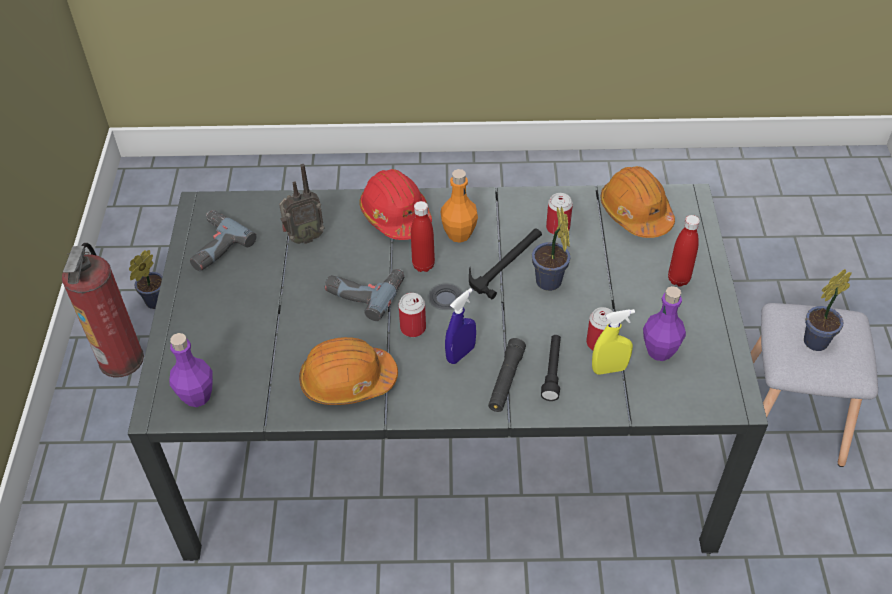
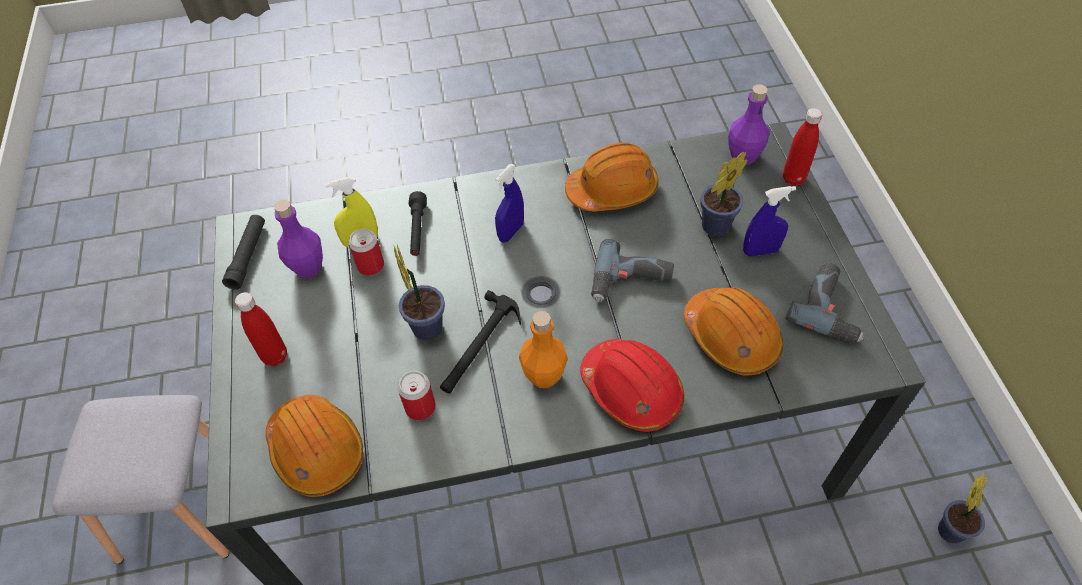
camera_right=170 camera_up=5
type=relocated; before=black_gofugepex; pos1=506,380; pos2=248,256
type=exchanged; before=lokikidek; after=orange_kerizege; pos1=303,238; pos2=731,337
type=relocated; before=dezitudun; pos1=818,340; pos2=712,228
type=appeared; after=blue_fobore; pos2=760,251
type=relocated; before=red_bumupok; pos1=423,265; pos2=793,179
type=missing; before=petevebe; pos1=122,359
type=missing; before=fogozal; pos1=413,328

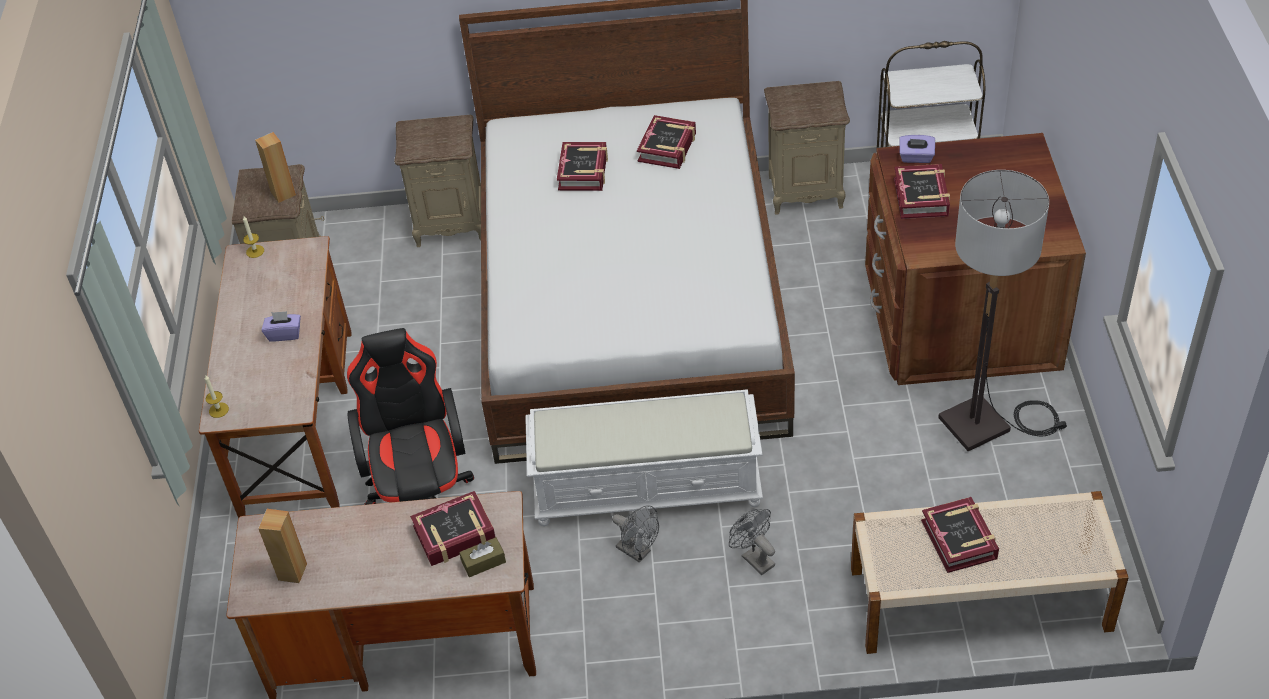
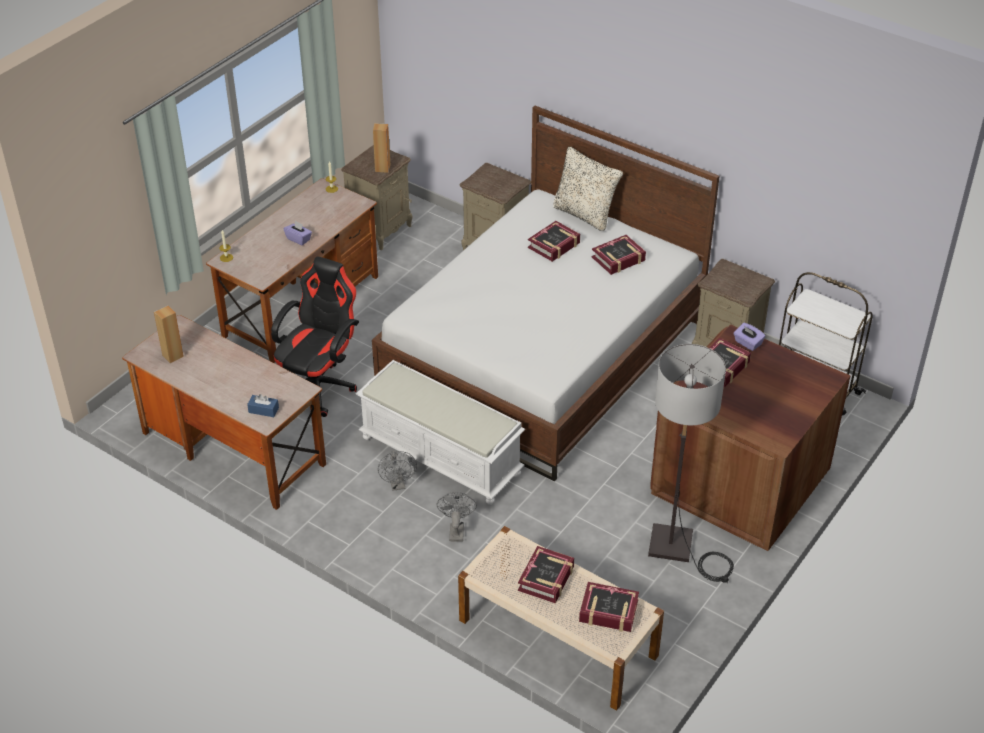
camera_right=35 camera_up=-5
type=colour; before=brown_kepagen; after=blue_kepagen; pos1=483,562; pos2=263,410
type=appeared; after=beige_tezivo; pos2=584,216
type=relocated; before=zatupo; pos1=455,534; pos2=608,611

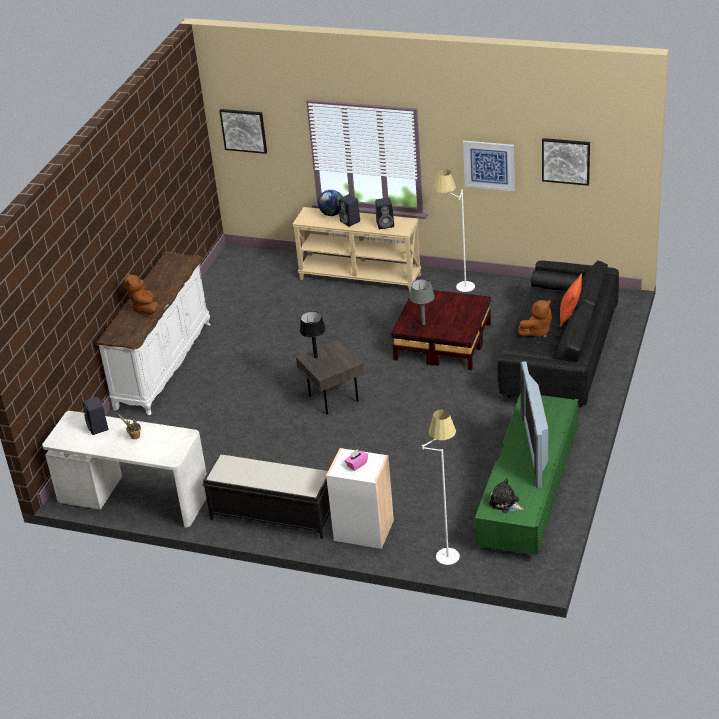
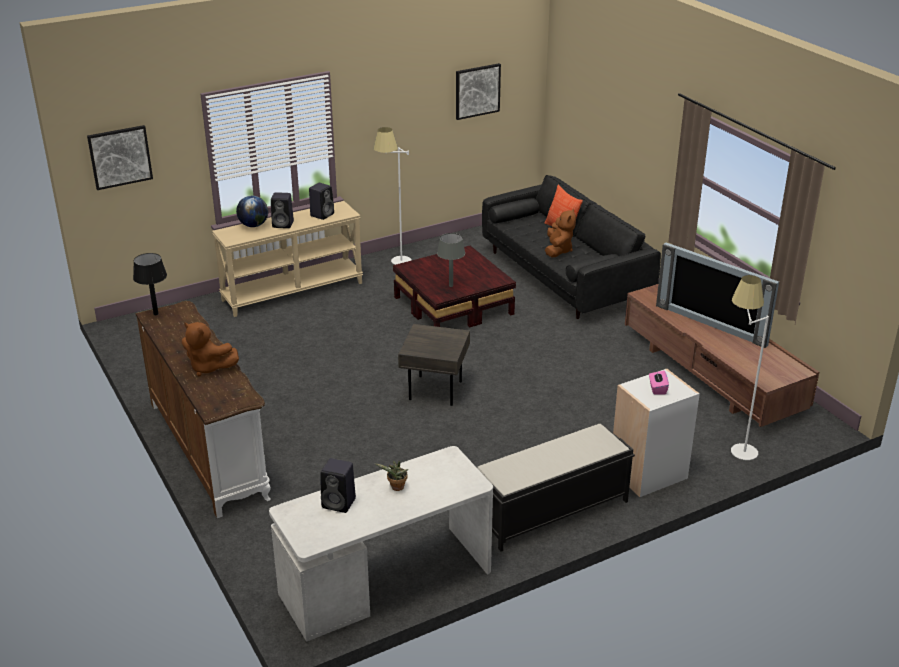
camera_right=-50 camera_up=-5
type=relocated; before=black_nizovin; pos1=315,357; pos2=155,314
type=colour; before=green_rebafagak; after=brown_rebafagak; pos1=529,491; pos2=712,373
type=missing; before=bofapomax; pos1=489,165
type=missing; before=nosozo; pos1=505,503

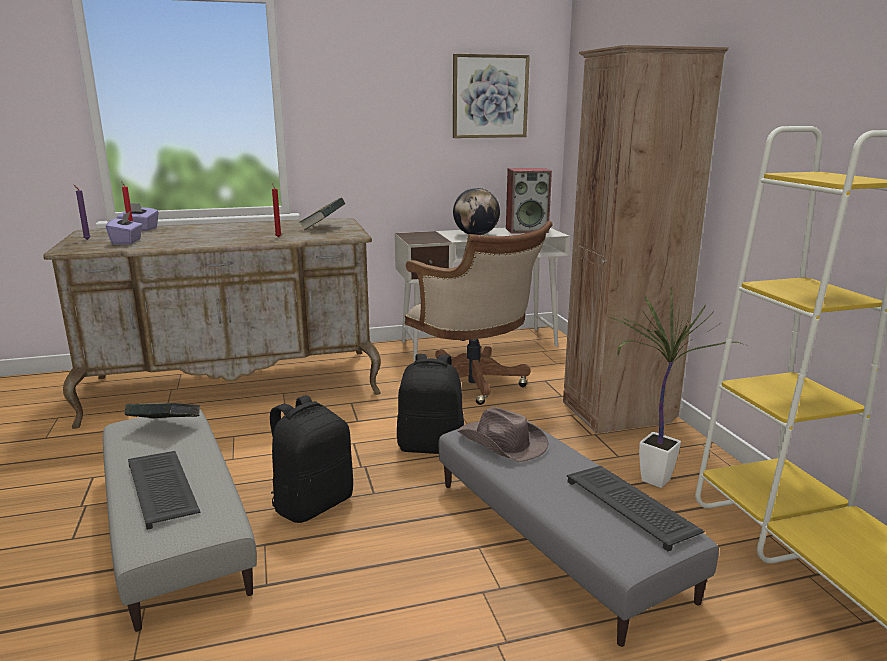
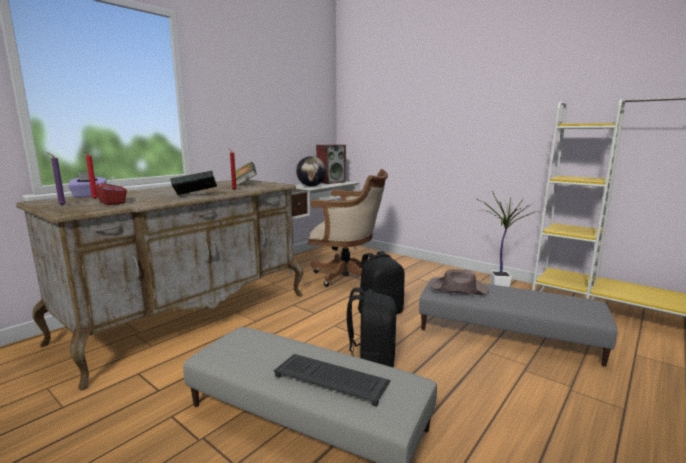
camera_right=-35 camera_up=-5
type=colour; before=purple_kepagen; after=red_kepagen; pos1=127,242; pos2=113,202
type=relocated; before=zatupo; pos1=165,427; pos2=195,196
type=missing; before=bofapomax; pos1=490,96
type=missing; before=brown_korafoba; pos1=618,413
type=missing; before=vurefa; pos1=632,507

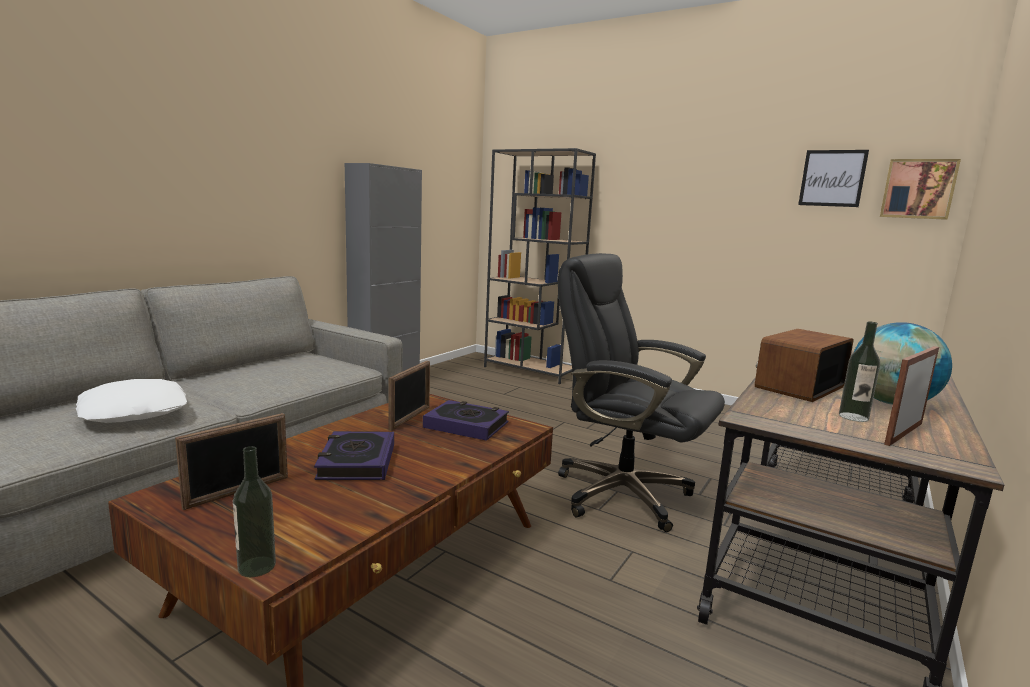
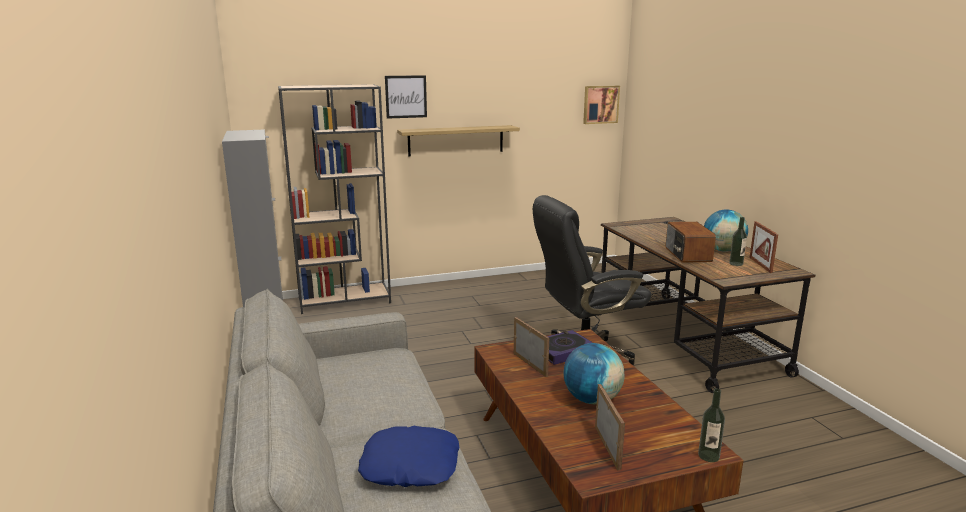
camera_right=-50 camera_up=5
type=colour; before=white_tezivo; after=blue_tezivo; pos1=135,411; pos2=410,465
type=relocated; before=bofapomax; pos1=832,178; pos2=406,96
type=appeared; after=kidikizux; pos2=456,140
type=exchanged; before=zatupo; after=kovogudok; pos1=356,462; pos2=592,400

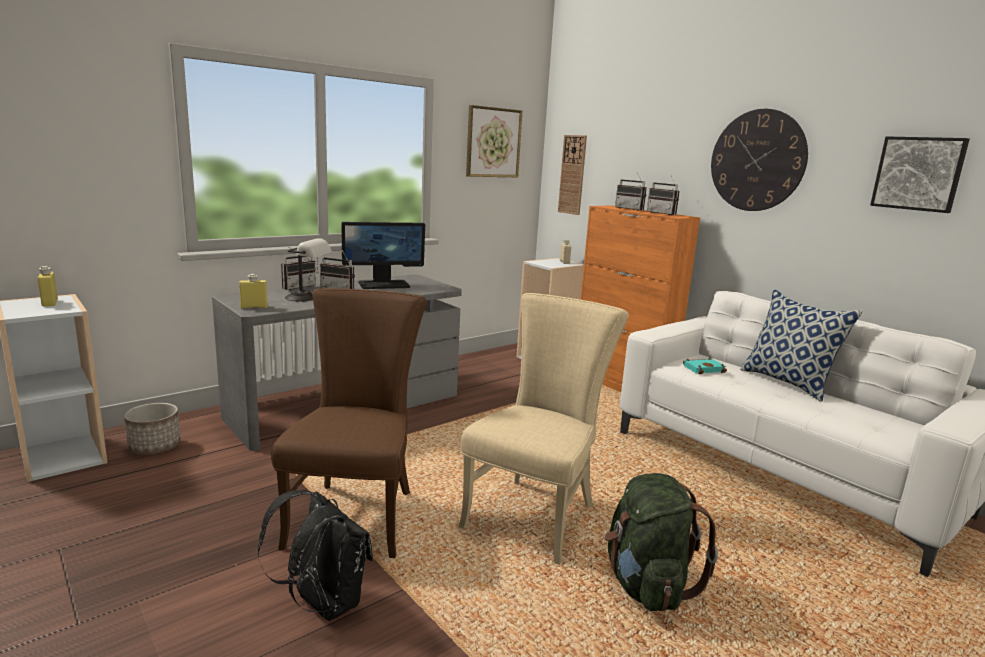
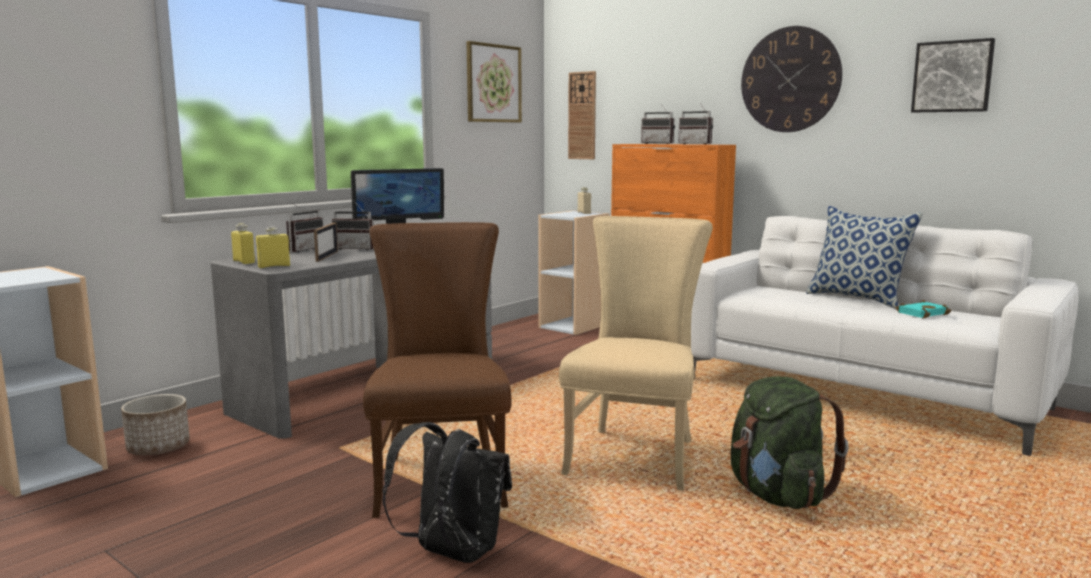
camera_right=-10 camera_up=-5
type=relocated; before=yellow_bumupok; pos1=50,303; pos2=244,262
type=exchanged; before=nizovin; after=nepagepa; pos1=308,298; pos2=327,256
type=relocated; before=turquoise_zatupo; pos1=703,369; pos2=921,313

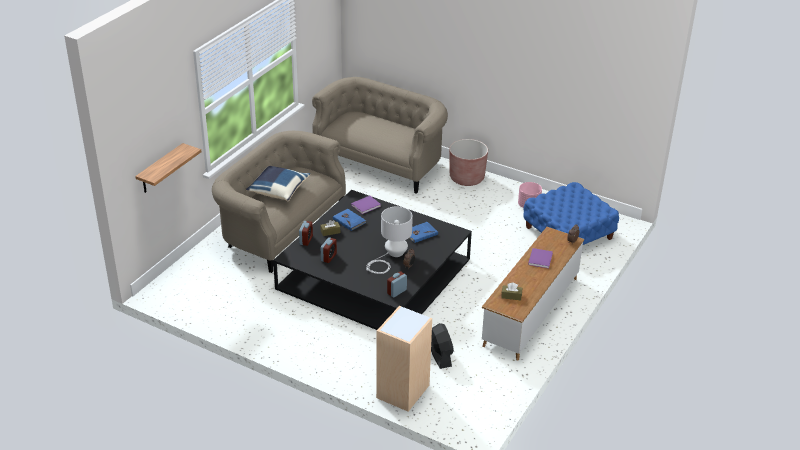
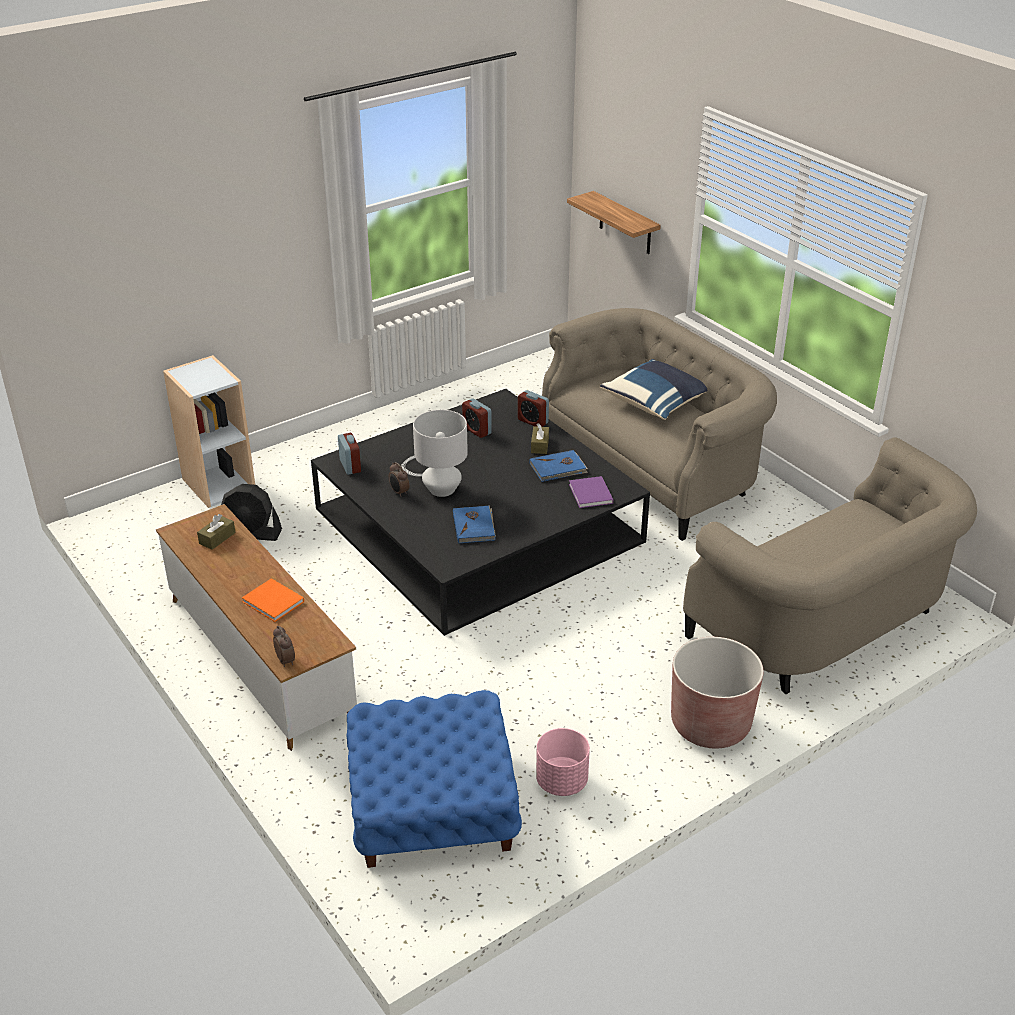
camera_right=115 camera_up=0
type=colour; before=purple_zatupo; after=orange_zatupo; pos1=540,258; pos2=274,602

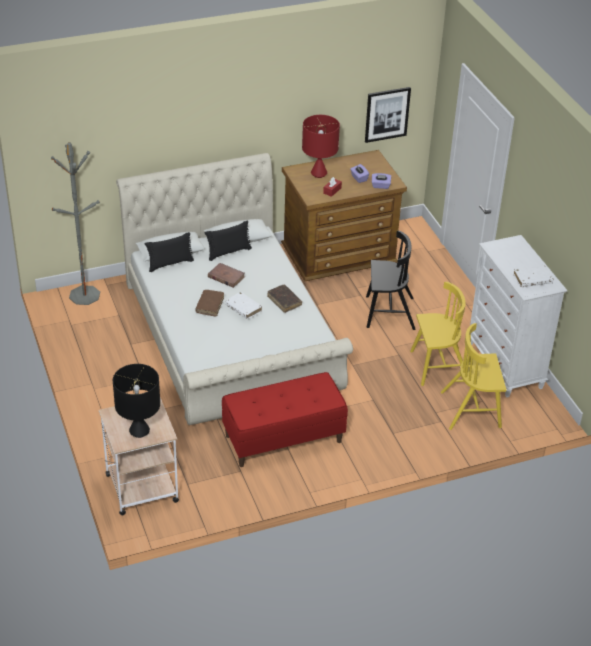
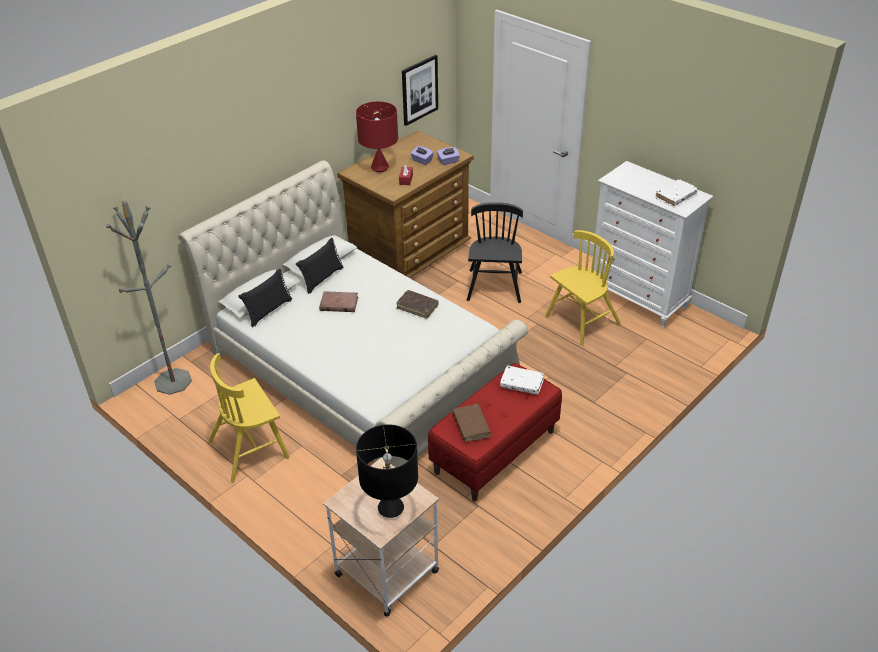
camera_right=-25 camera_up=0
type=relocated; before=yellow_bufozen; pos1=474,409; pos2=253,447
type=relocated; before=brown_zatupo; pos1=210,305; pos2=471,426
type=spun; before=black_bufozen; pos1=386,312; pos2=494,288; turn=-60
type=relocated; before=white_zatupo; pos1=243,308; pos2=521,384

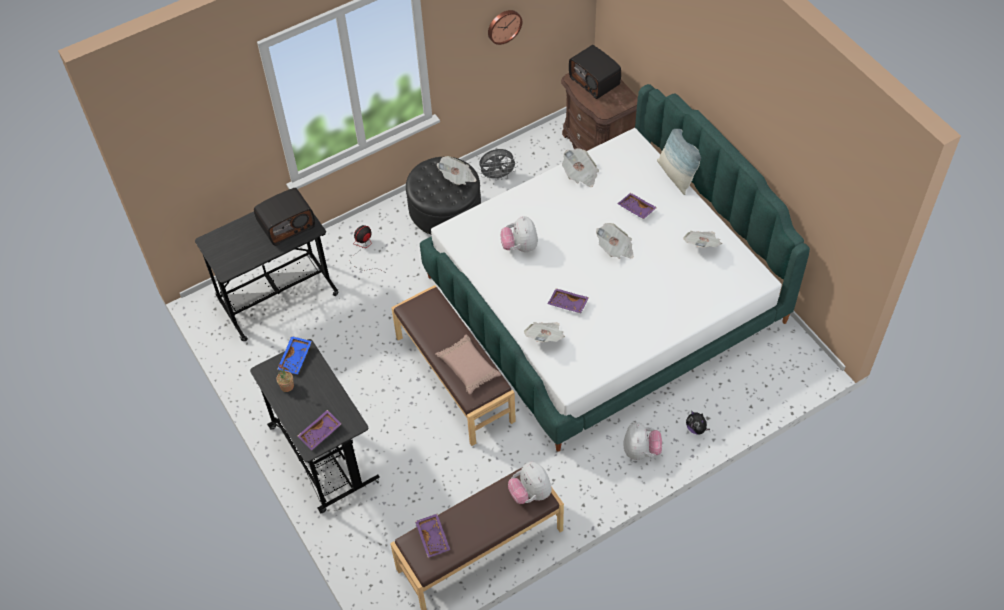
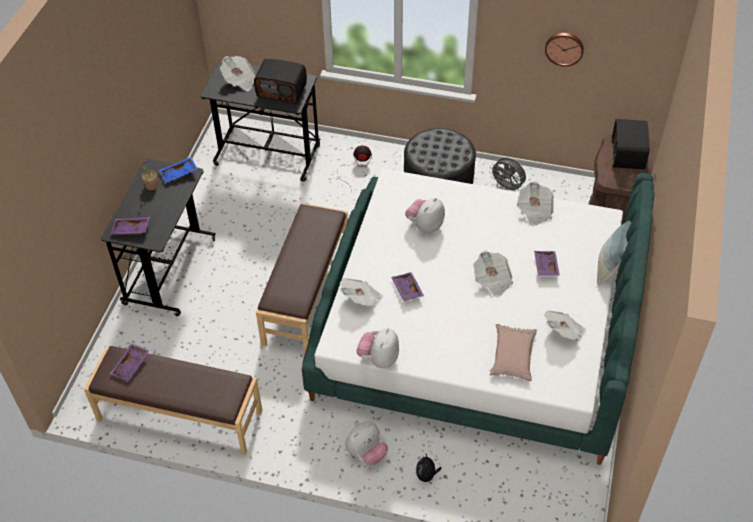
camera_right=45 camera_up=-5
type=relocated; before=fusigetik; pos1=457,178; pos2=240,81
type=relocated; before=nosozo; pos1=530,493; pos2=379,358
type=relocated; before=beige_tezivo; pos1=468,367; pos2=512,355

